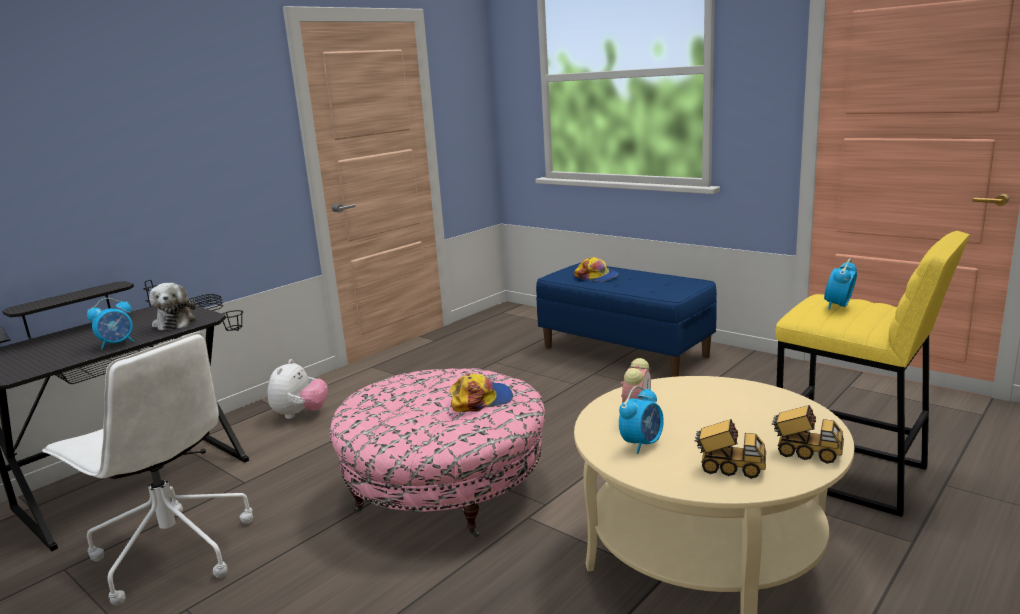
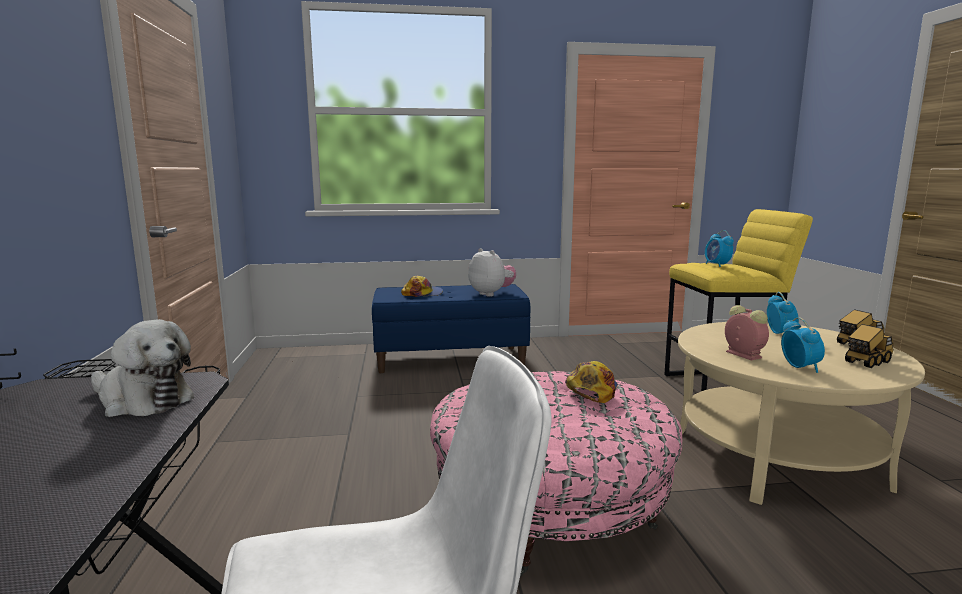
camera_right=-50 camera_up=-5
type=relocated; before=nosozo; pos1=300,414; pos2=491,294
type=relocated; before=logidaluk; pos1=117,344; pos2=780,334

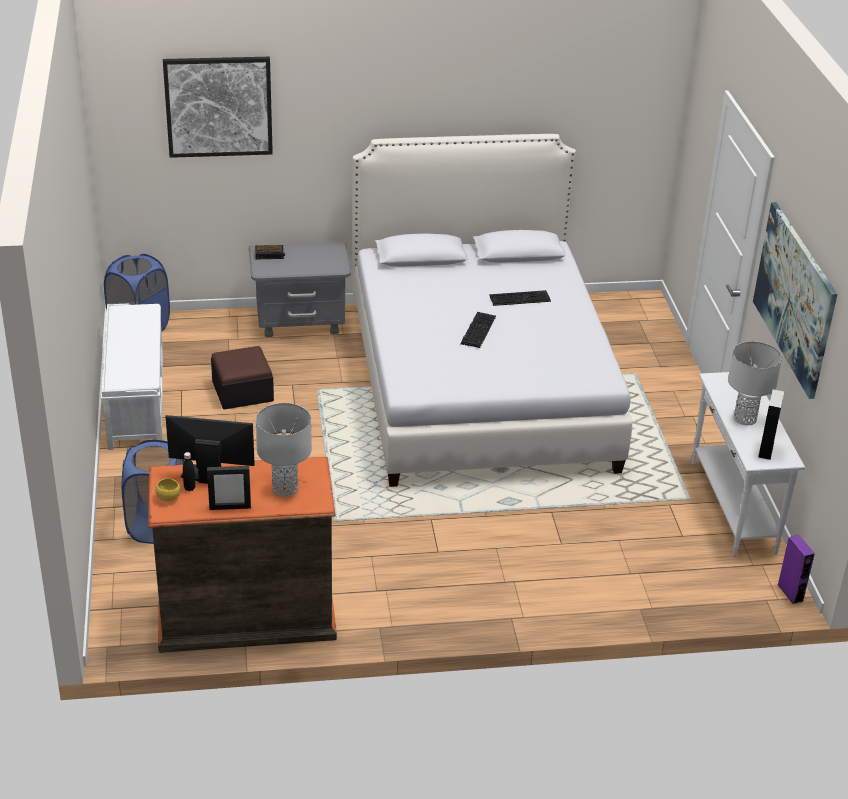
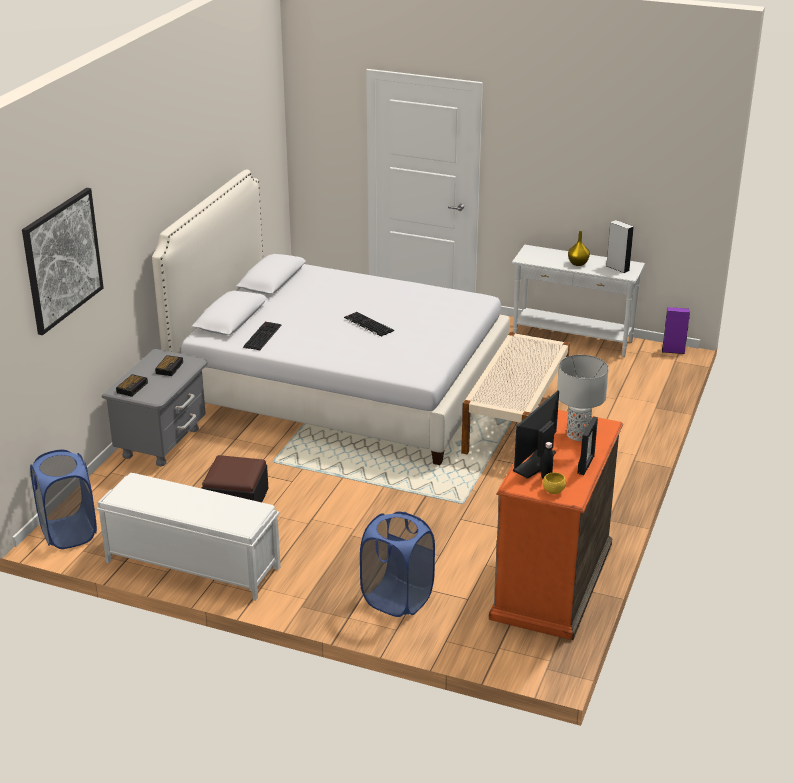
camera_right=-60 camera_up=-5
type=appeared; after=logidaluk; pos2=169,367
type=relocated; before=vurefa; pos1=520,298; pos2=262,336
type=appeared; after=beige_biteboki; pos2=515,421
type=exchanged; before=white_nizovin; after=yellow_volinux; pos1=744,418; pos2=577,263
type=missing; before=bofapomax; pos1=794,298

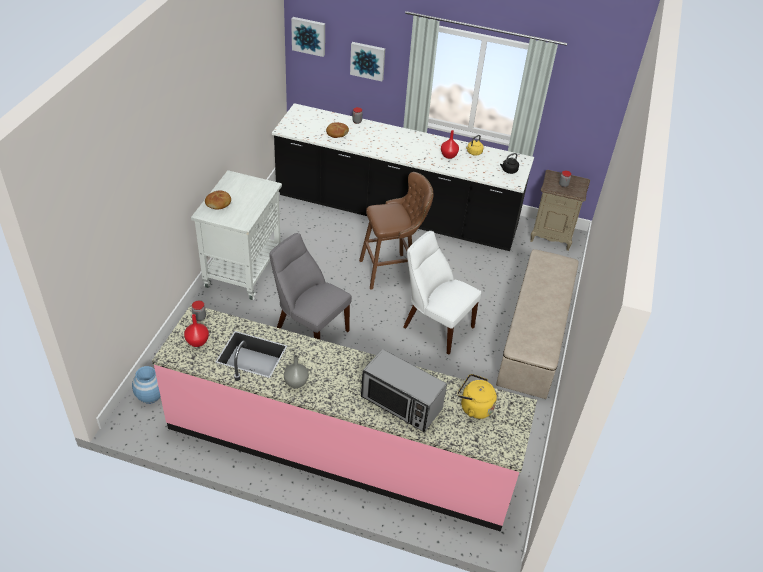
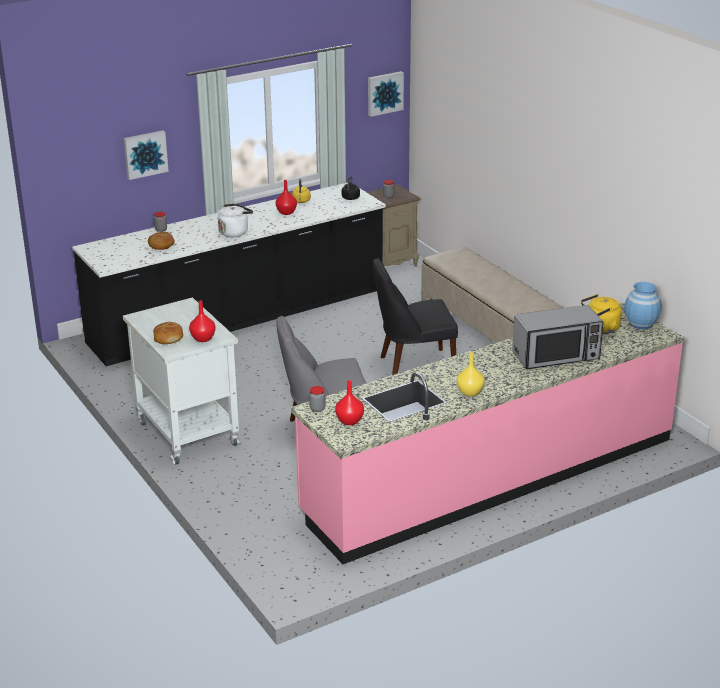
camera_right=-45 camera_up=-15
type=appeared; after=red_volinux; pos2=202,339
type=appeared; after=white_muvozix; pos2=235,232
type=relocated; before=bofapomax; pos1=309,36; pos2=384,93
type=colour; before=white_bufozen; after=black_bufozen; pos1=435,325; pos2=413,366
type=colour; before=grey_volinux; after=yellow_volinux; pos1=296,383; pos2=470,392
type=relocated; before=blue_volinux; pos1=150,395; pos2=641,323
type=missing; before=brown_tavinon; pos1=393,270

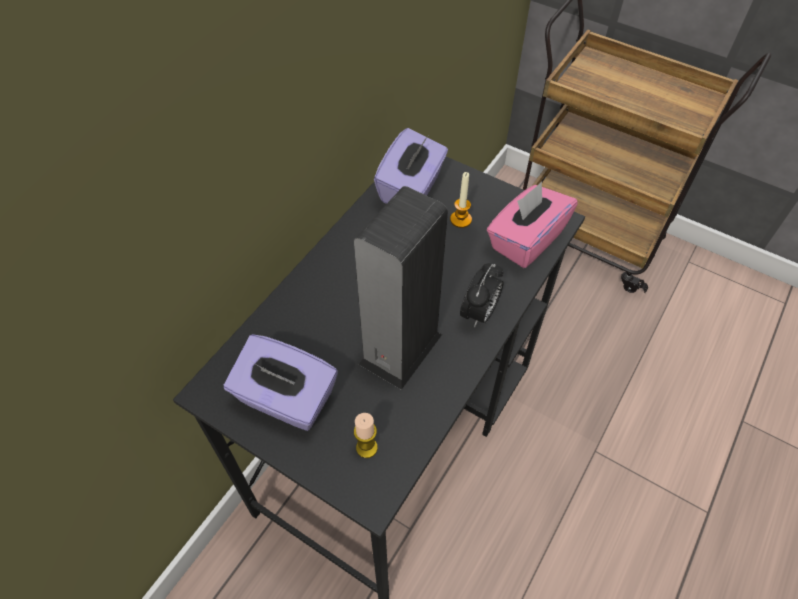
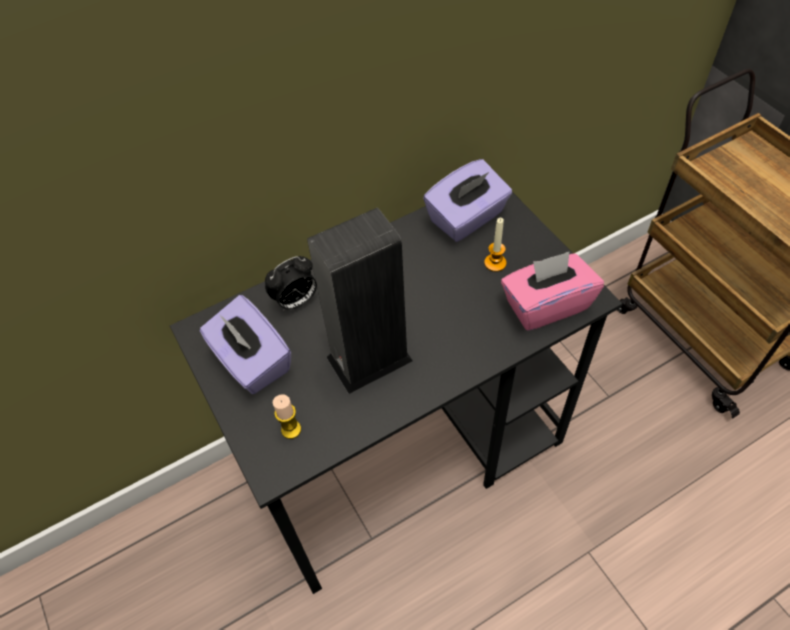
camera_right=30 camera_up=0
type=relocated; before=logidaluk; pos1=479,313; pos2=296,302

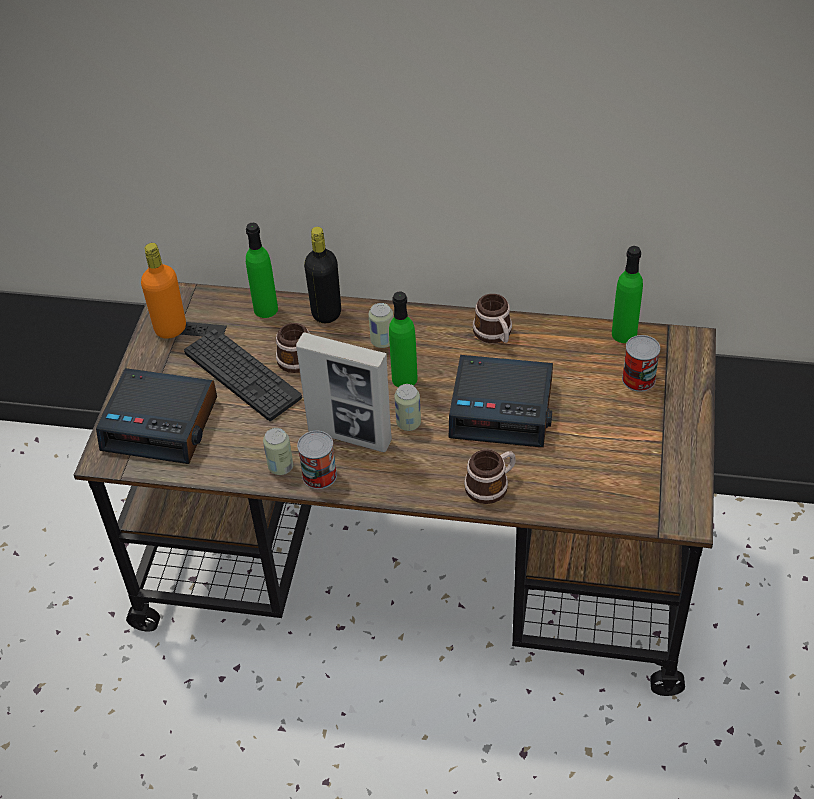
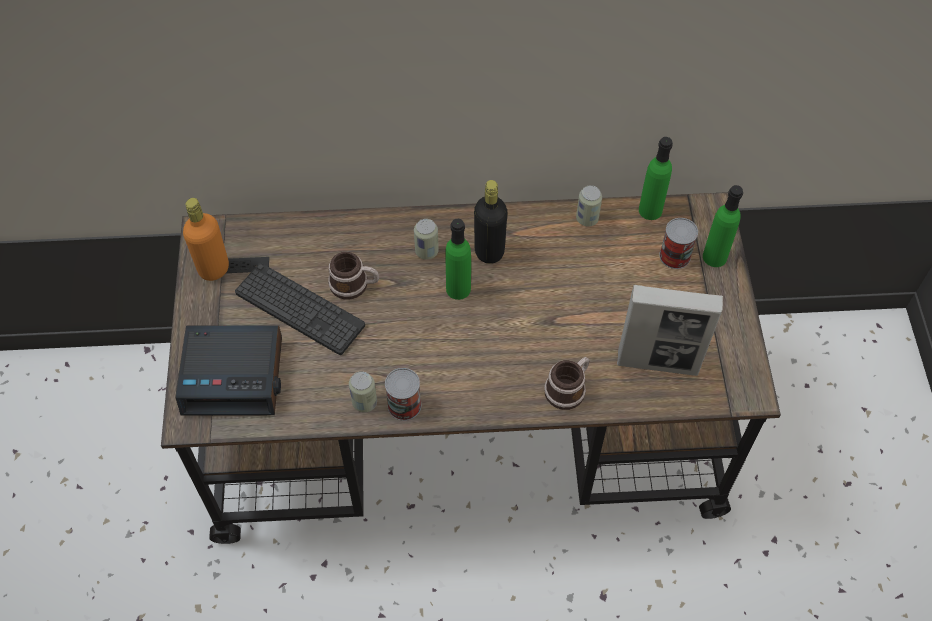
camera_right=-15 camera_up=10
type=relocated; before=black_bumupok; pos1=326,313; pos2=489,251
type=relocated; before=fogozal; pos1=408,423; pos2=587,219
type=relocated; before=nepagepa; pos1=350,436; pos2=658,363
type=relocated; before=green_bumupok; pos1=266,309; pos2=714,257
type=missing; before=logidaluk; pos1=502,409
type=missing; before=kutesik; pos1=495,334

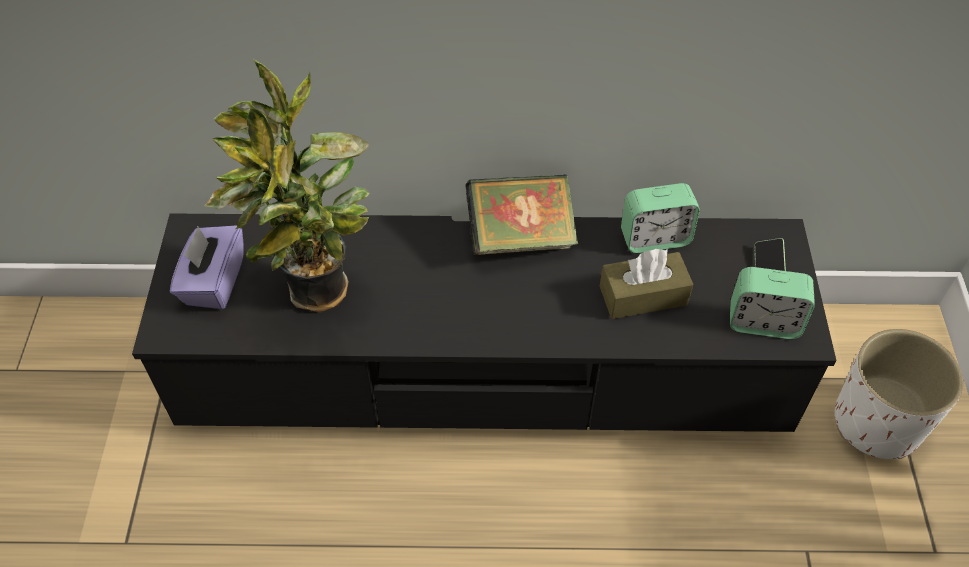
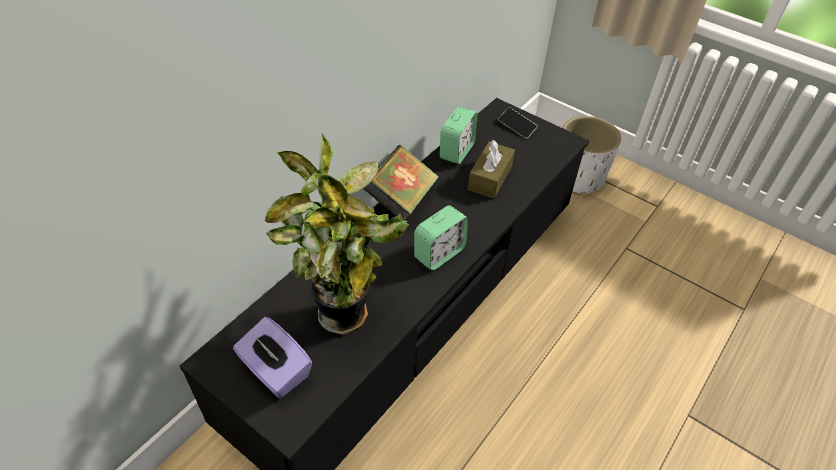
camera_right=-55 camera_up=-5
type=relocated; before=logidaluk; pos1=763,322; pos2=439,253

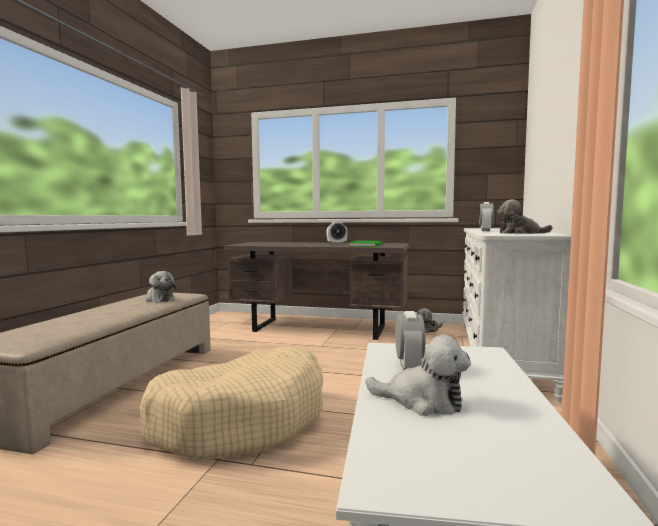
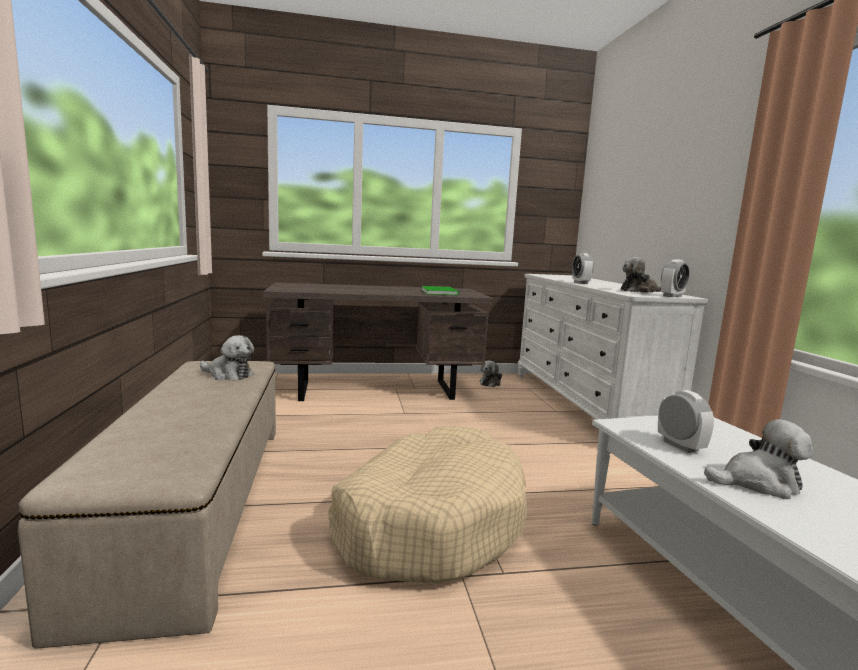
camera_right=-25 camera_up=5
type=relocated; before=logidaluk; pos1=337,243; pos2=672,296

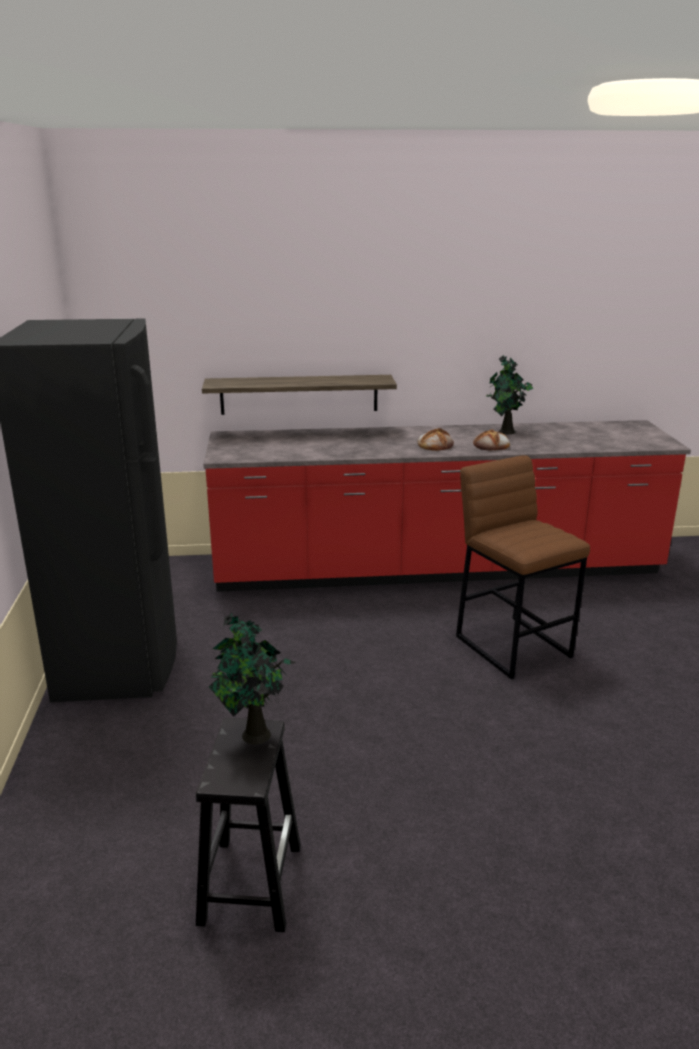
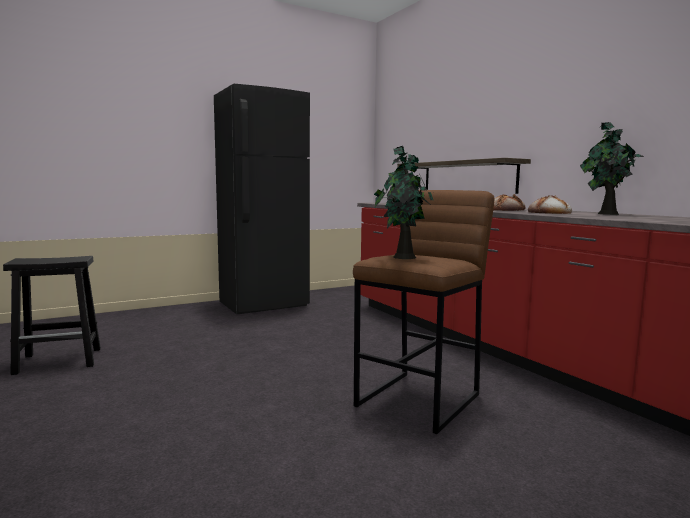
camera_right=65 camera_up=-15
type=relocated; before=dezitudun; pos1=253,736; pos2=402,257

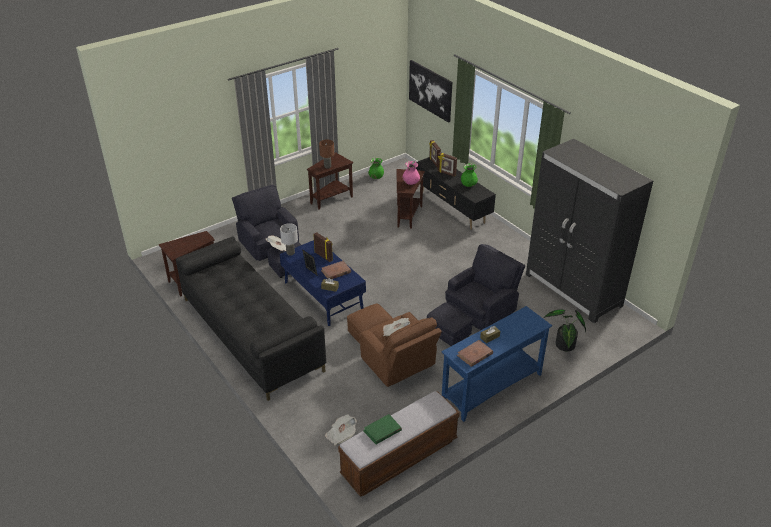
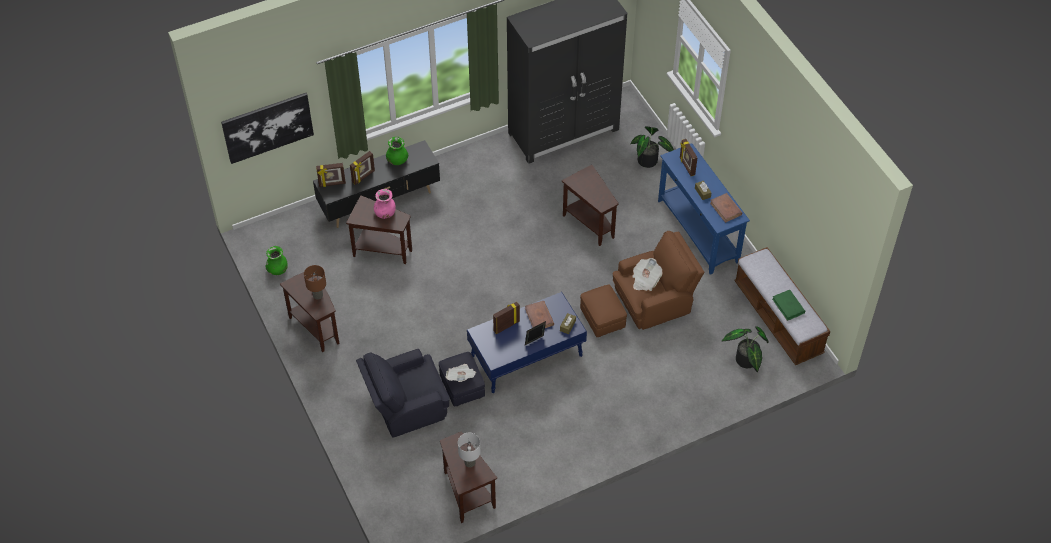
camera_right=-80 camera_up=15
type=relocated; before=white_nizovin; pos1=290,253; pos2=470,463
type=exchanged; before=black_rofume; after=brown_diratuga; pos1=474,316; pos2=589,223
type=appeared; after=nepagepa; pos2=686,166
type=exchanged; before=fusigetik; after=dezitudun; pos1=341,435; pos2=745,362
type=missing; before=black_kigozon; pos1=251,334

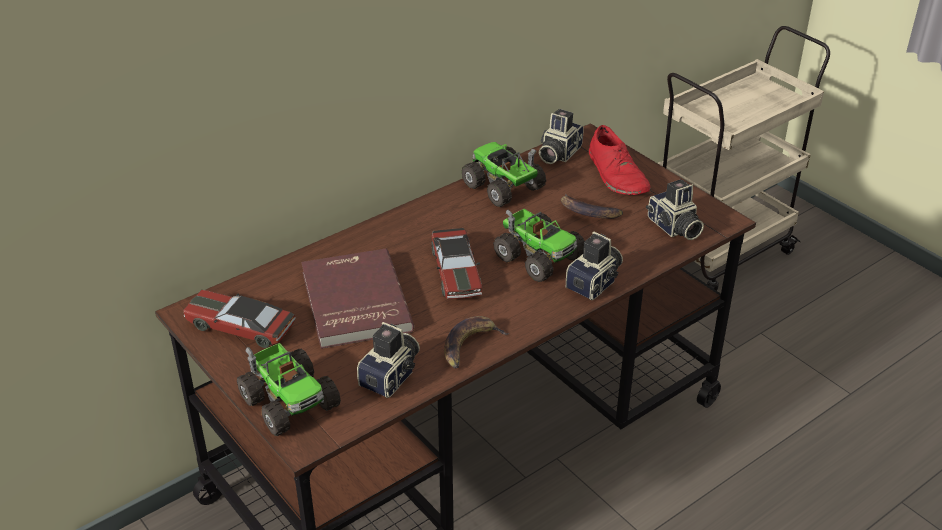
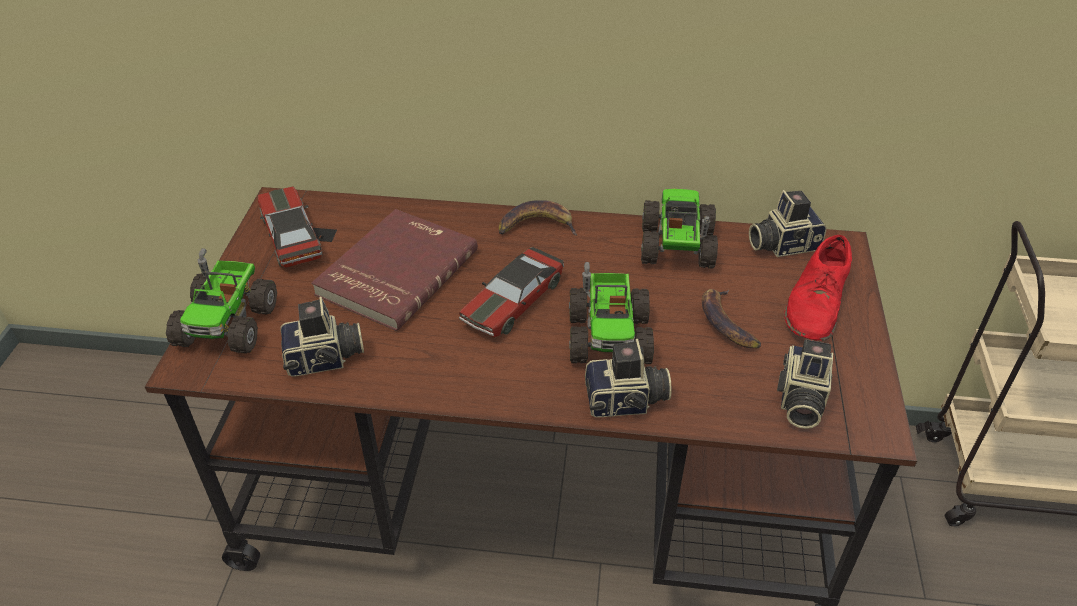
camera_right=45 camera_up=5
type=relocated; before=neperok; pos1=470,345; pos2=537,225

